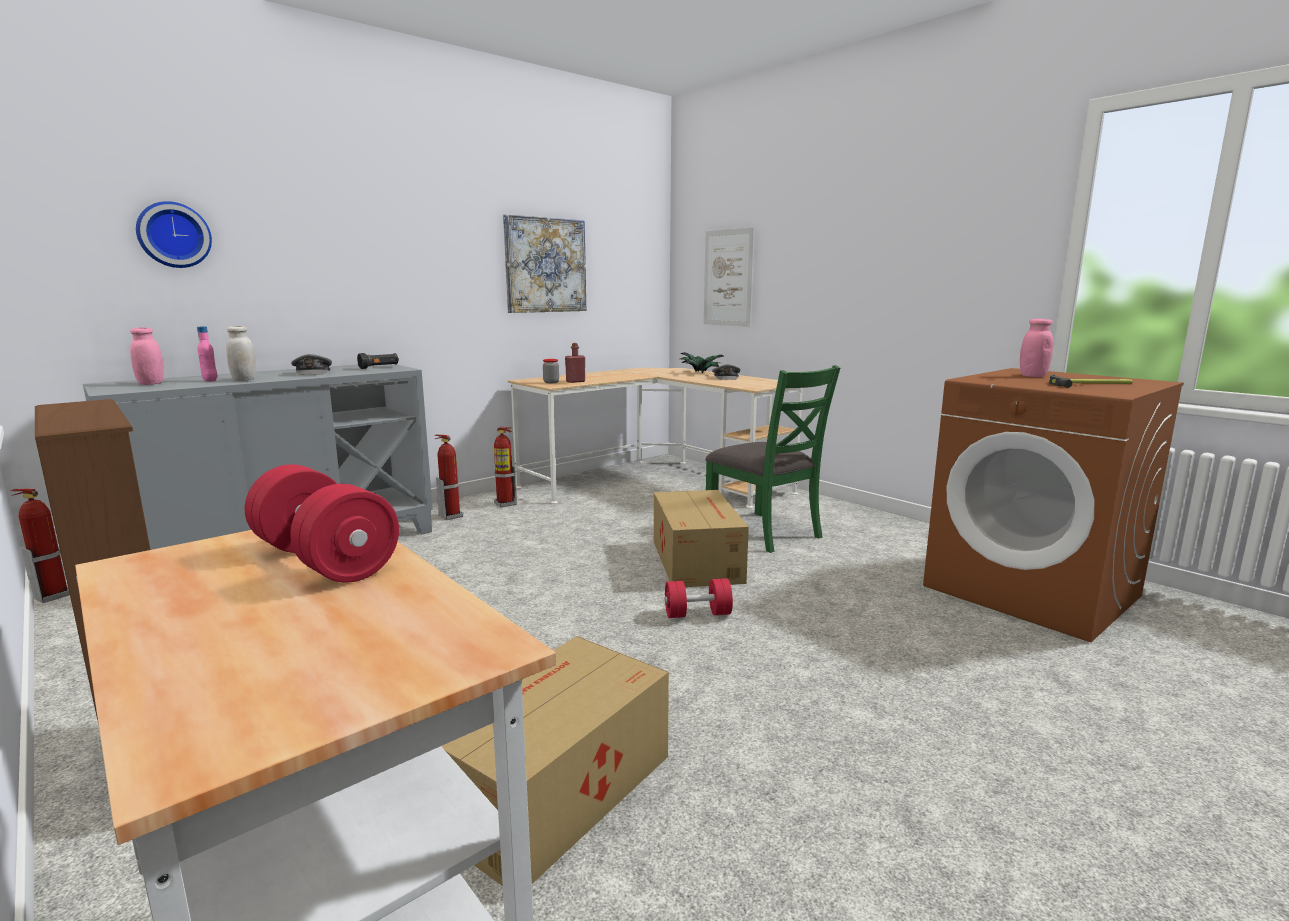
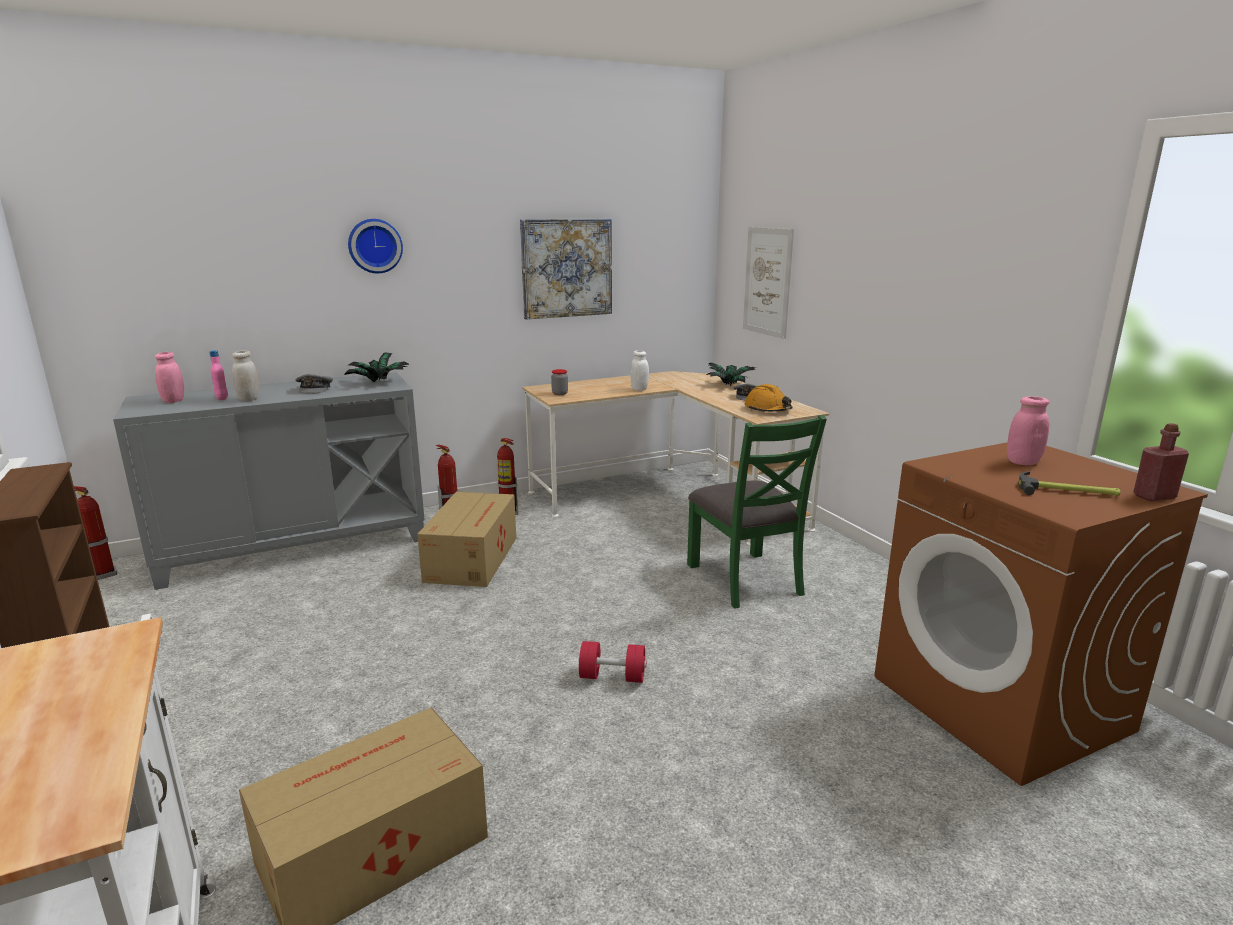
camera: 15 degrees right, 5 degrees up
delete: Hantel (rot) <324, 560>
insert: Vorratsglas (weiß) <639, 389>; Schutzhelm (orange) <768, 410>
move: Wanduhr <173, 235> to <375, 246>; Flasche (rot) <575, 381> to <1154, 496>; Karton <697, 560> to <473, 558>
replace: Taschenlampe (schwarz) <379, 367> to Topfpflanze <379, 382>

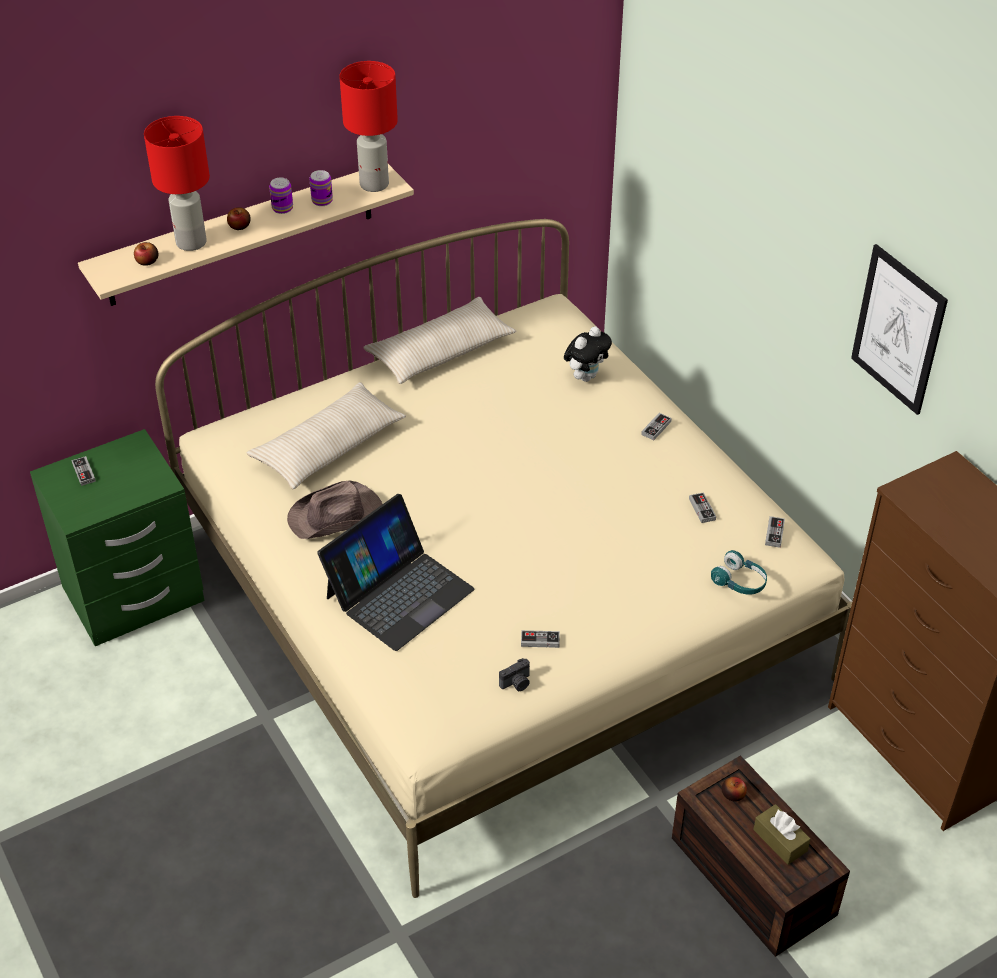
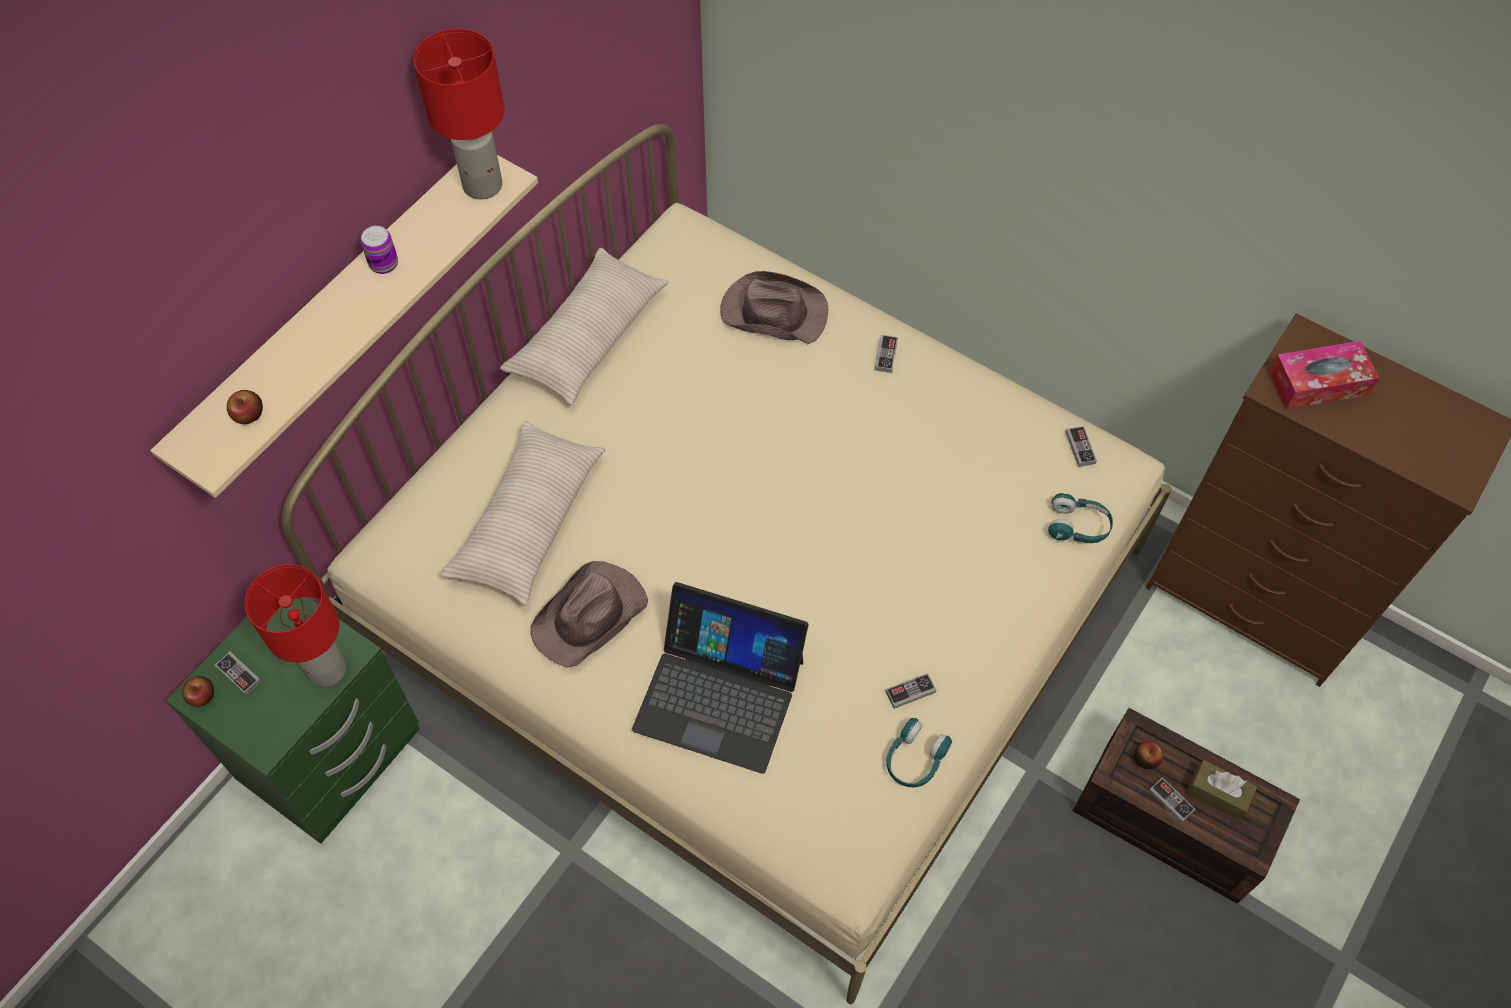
camera: 25 degrees left, 15 degrees up
delete: Dose <322, 201>; Bild <898, 329>
insert: Taschentuchbox <1318, 383>
move: Tischlampe (rot) <191, 243> to <327, 671>; Apfel <240, 226> to <202, 696>; Gamepad <702, 509> to <1170, 801>
replace: Kamera <517, 683> to Kopfhörer (türkis) <914, 759>; Plüschtier <586, 376> to Hut (braun) <773, 312>
rotate: Laptop <398, 592> = <720, 693> 90 degrees clockwise

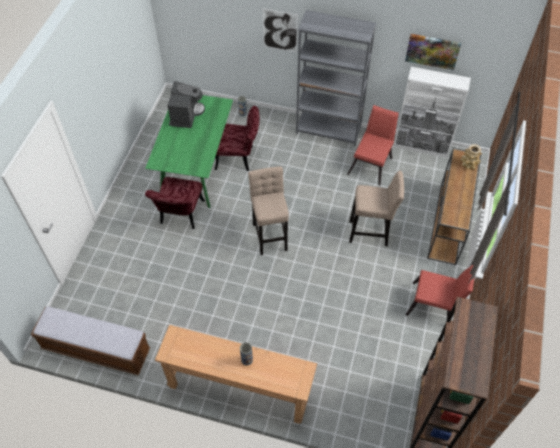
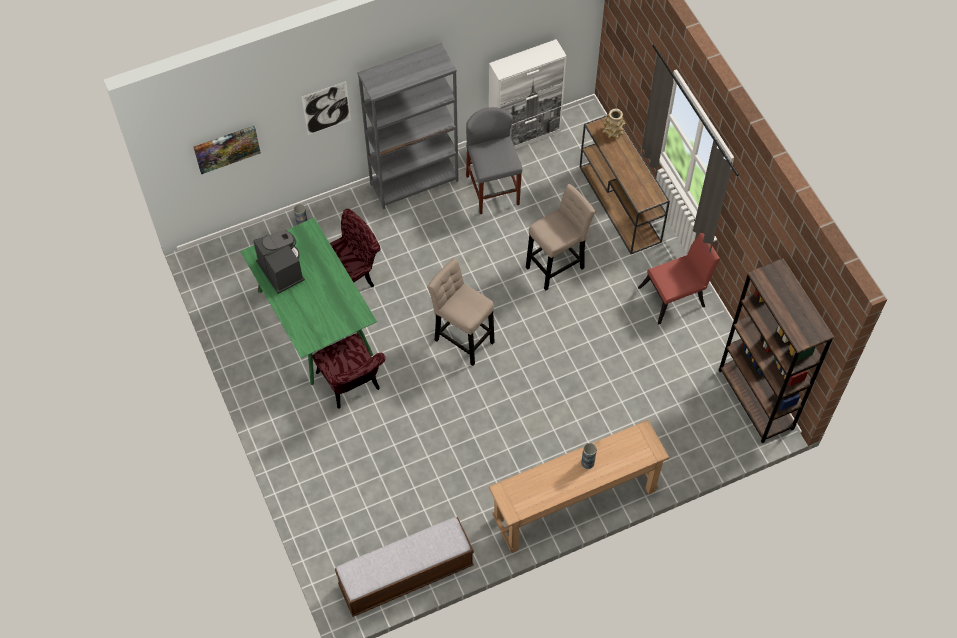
camera: 40 degrees left, 5 degrees up
move: Bild <432, 51> to <226, 148>
replace: Stuhl (rot) <371, 164> to Hocker (grau) <492, 190>

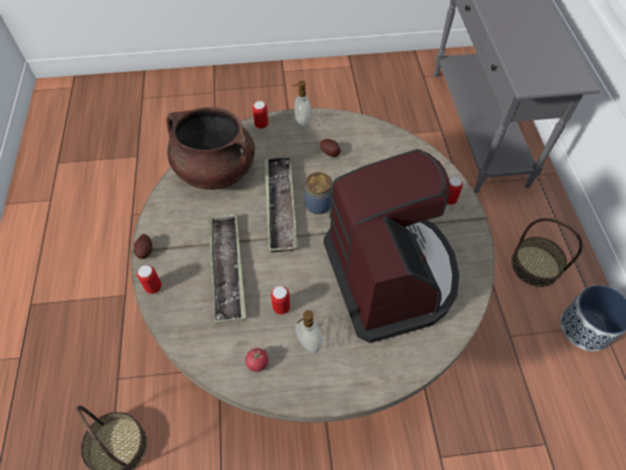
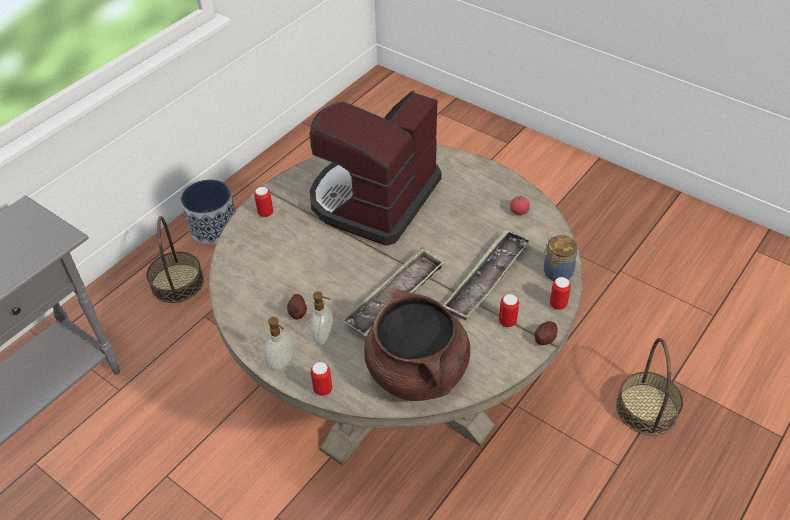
camera: 135 degrees left, 10 degrees down
move: Dose <281, 307> to <507, 321>; Seifenspender <307, 342> to <324, 337>; Vorratsglas <320, 205> to <556, 271>

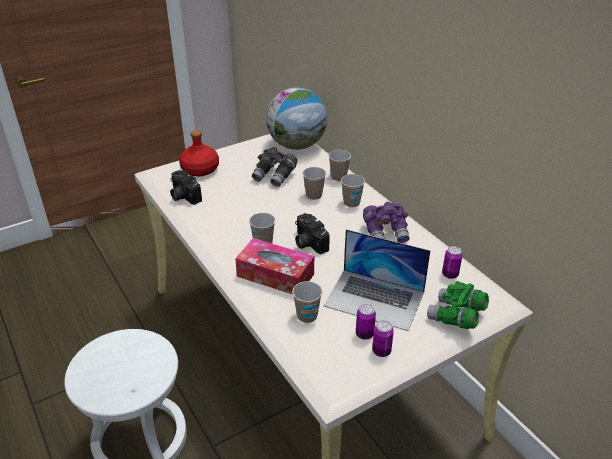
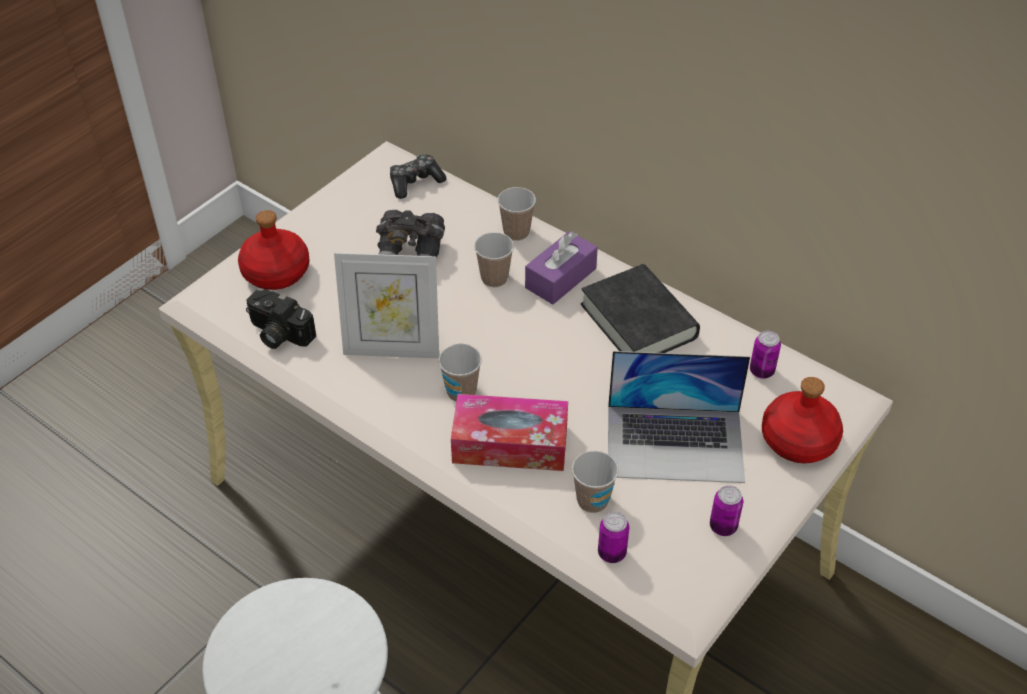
camera: 20 degrees left, 10 degrees up
delete: Kamera <308, 242>
insert: Bilderrahmen <392, 349>
move: Dose <364, 334> to <612, 553>
replace: Globus <297, 145> to Gamepad <415, 182>; Tasse <351, 203> to Taschentuchbox (lila) <560, 278>; Fernglas (lila) <386, 233> to Buch (schwarz) <638, 321>; Fernglas (grün) <456, 317> to Flasche (rot) <799, 441>

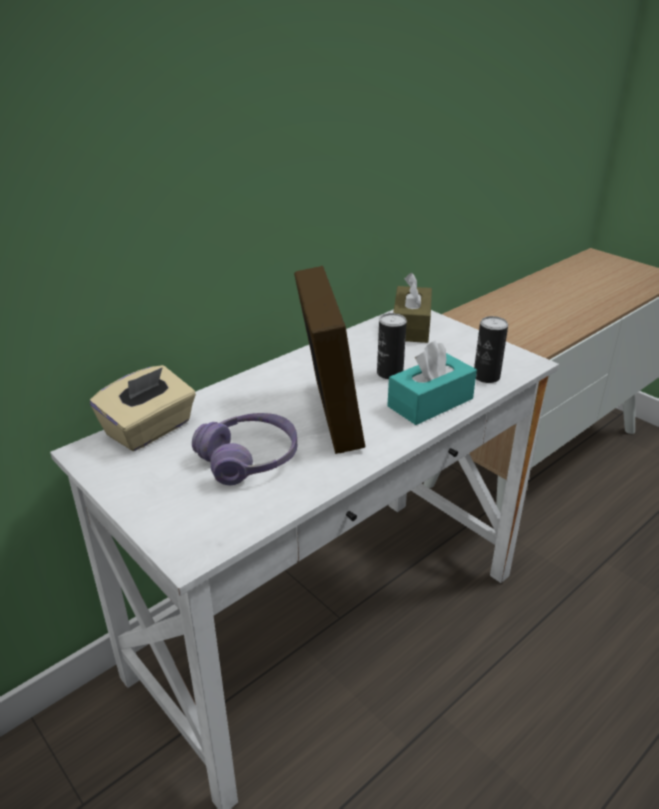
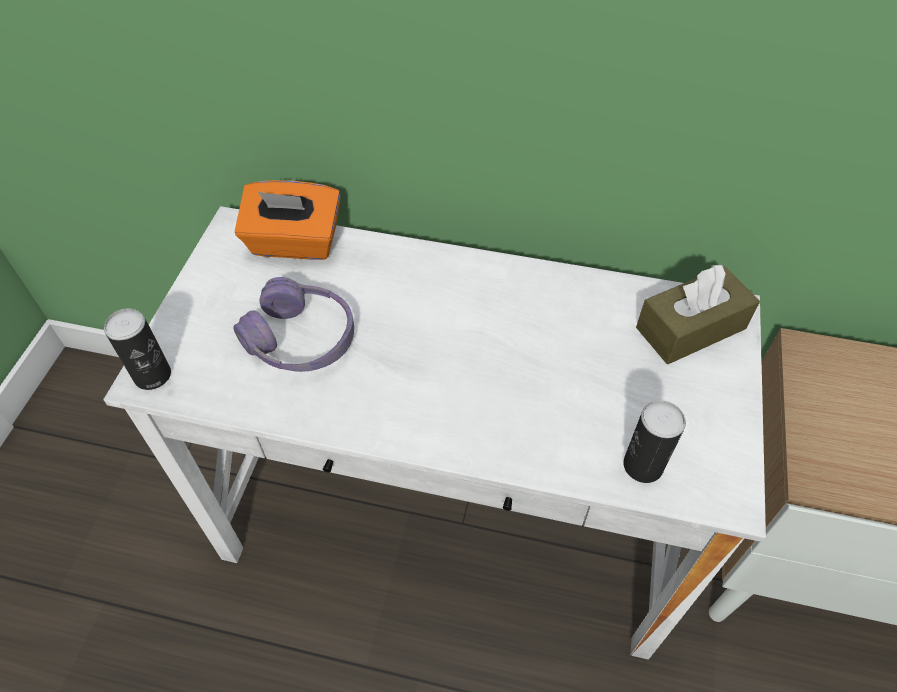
camera: 55 degrees right, 20 degrees up
delete: Bilderrahmen <329, 415>; Taschentuchbox (türkis) <430, 402>
move: Dose <390, 373> to <152, 375>
recolor: Taschentuchbox (beige) <150, 430> to Taschentuchbox (orange) <294, 243>

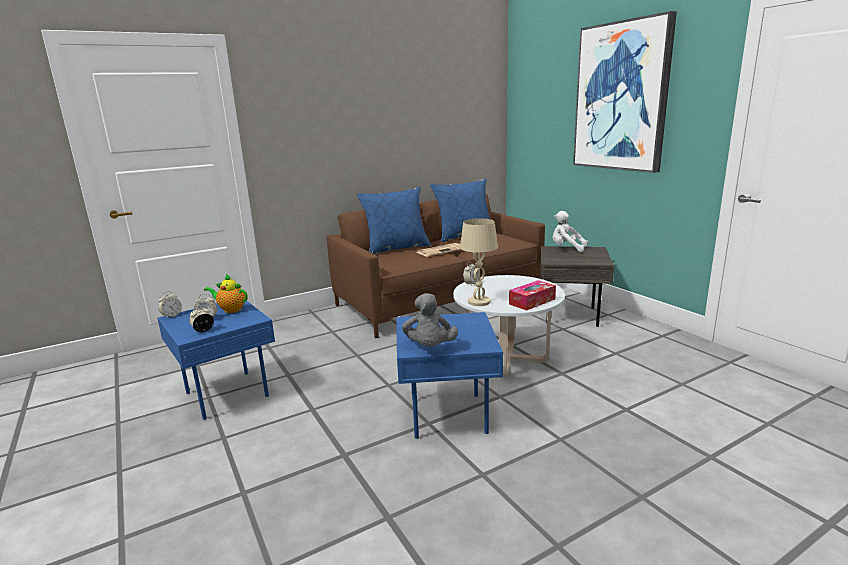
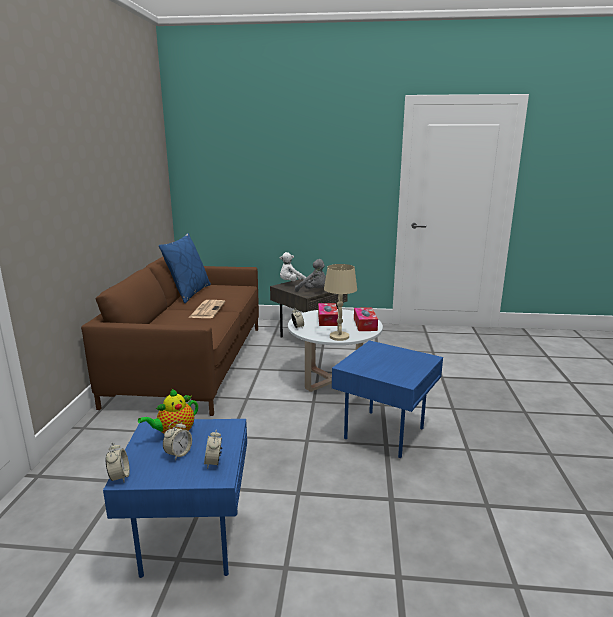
camera: 55 degrees left, 0 degrees up
delete: Kissen (blau) <396, 248>; Bild <621, 97>
insert: Taschentuchbox <327, 319>
move: Plüschtier (grau) <429, 348> to <314, 291>

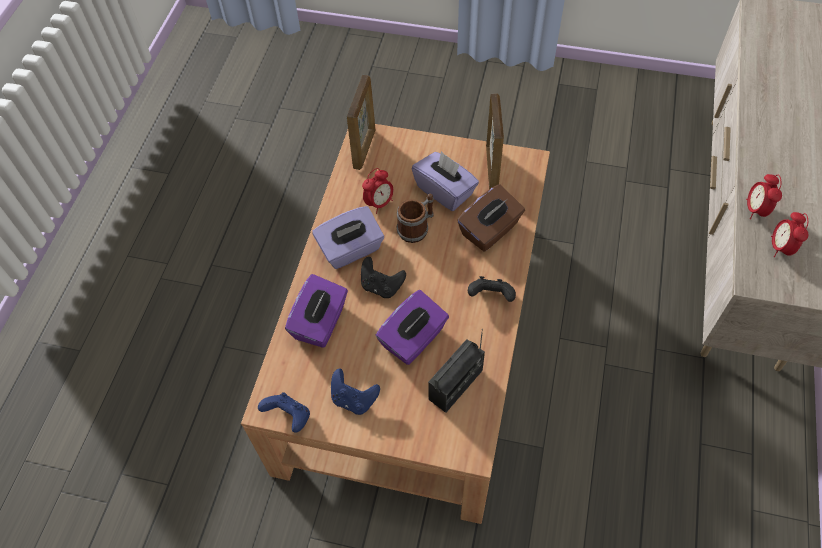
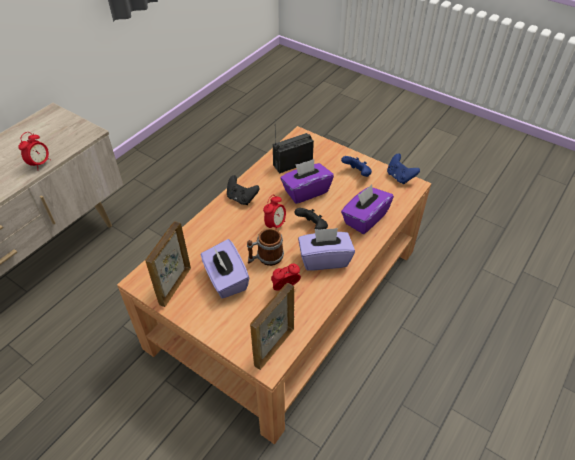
camera: 160 degrees left, 10 degrees down
delete: Taschentuchbox (braun) <490, 230>
move: Wecker <780, 248> to <275, 225>

